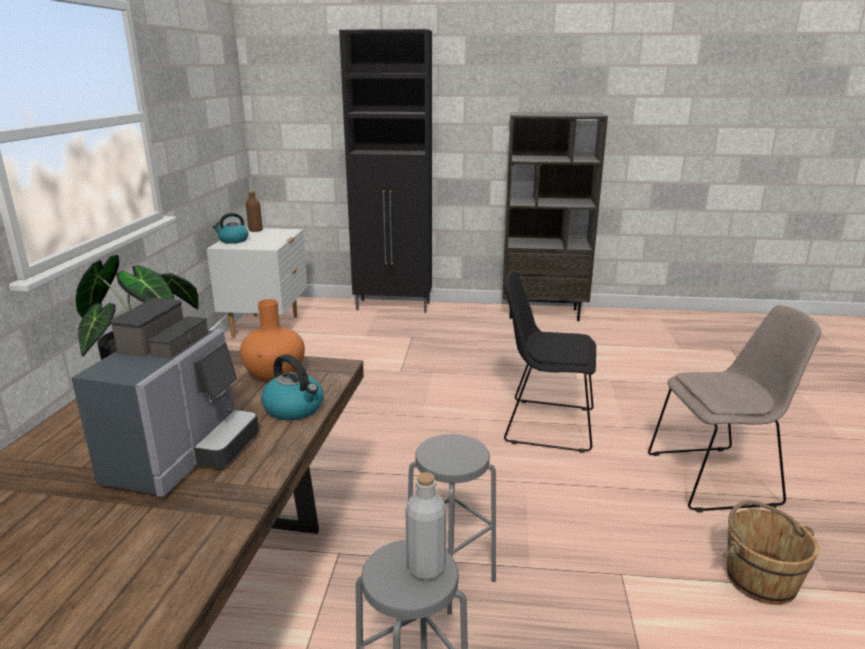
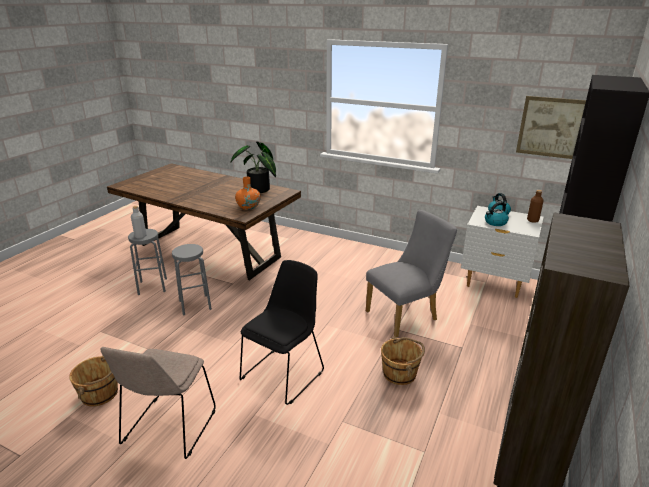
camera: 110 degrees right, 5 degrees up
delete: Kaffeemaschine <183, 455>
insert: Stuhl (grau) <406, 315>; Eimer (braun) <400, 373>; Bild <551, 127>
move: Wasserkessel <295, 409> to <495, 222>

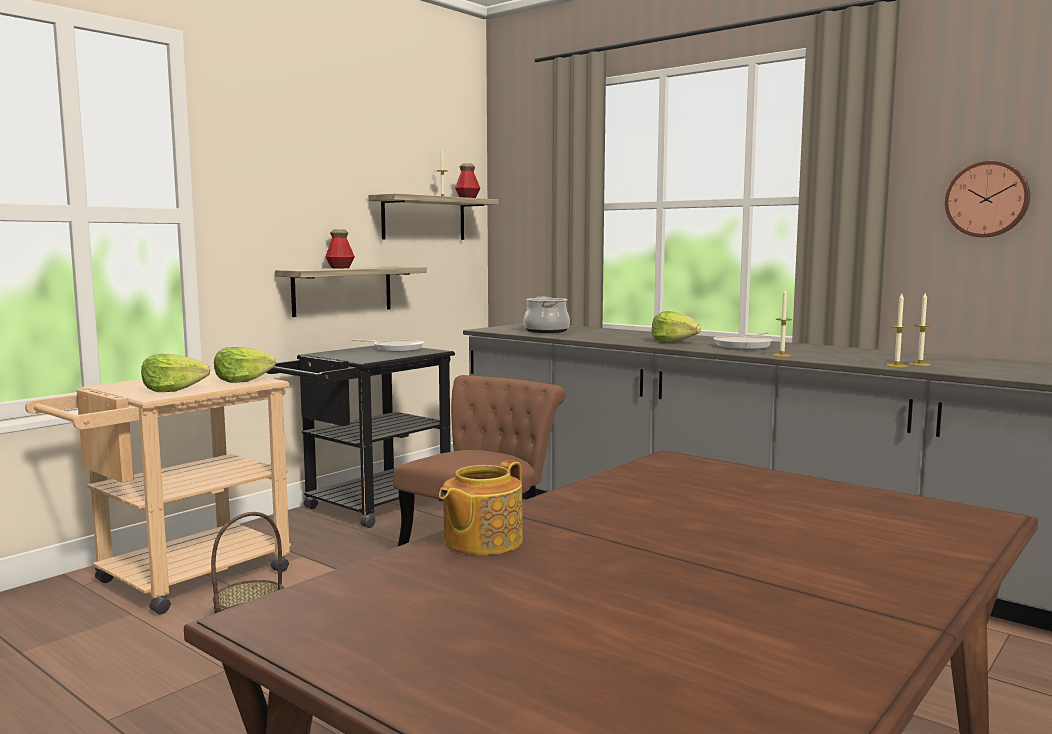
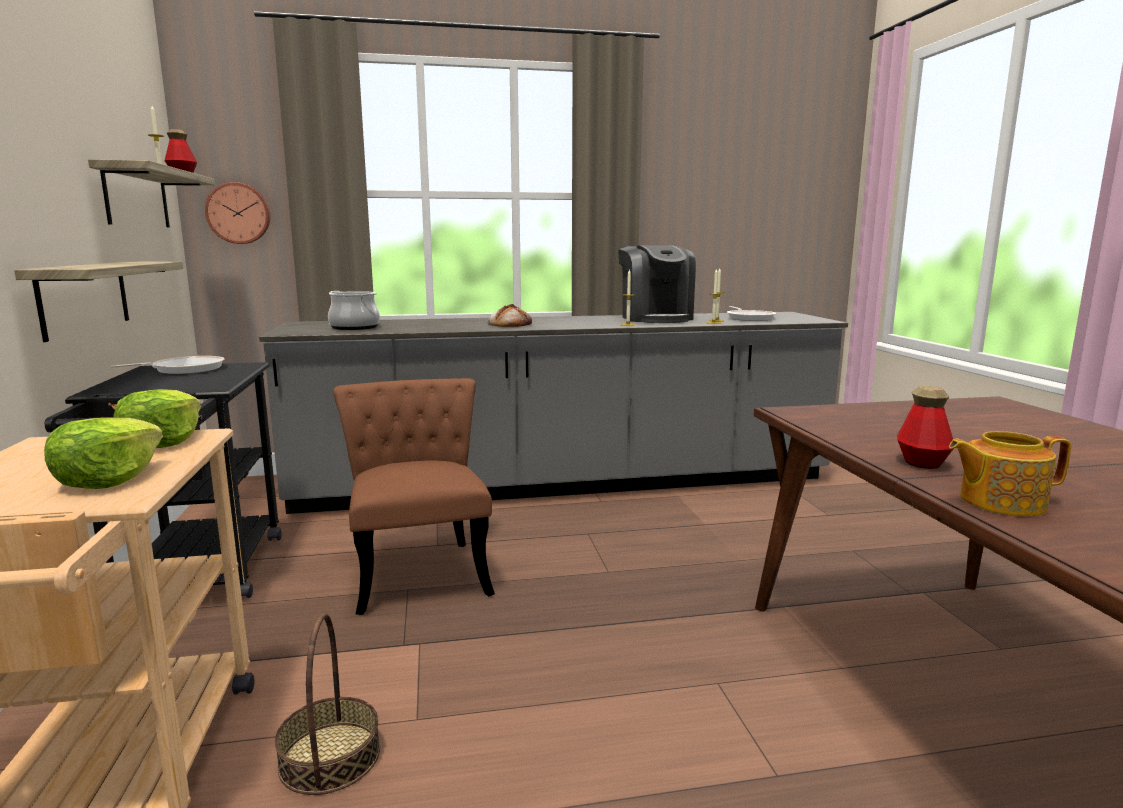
camera: 50 degrees left, 5 degrees up
insert: Kaffeemaschine <655, 318>
move: Flasche <340, 268> to <922, 463>; Pfanne <745, 346> to <749, 318>; Wanduhr <987, 199> to <239, 213>
replace: Salatkopf <674, 341> to Brot <509, 324>
rotate: Teekanne <481, 541> = <999, 502> 105 degrees clockwise

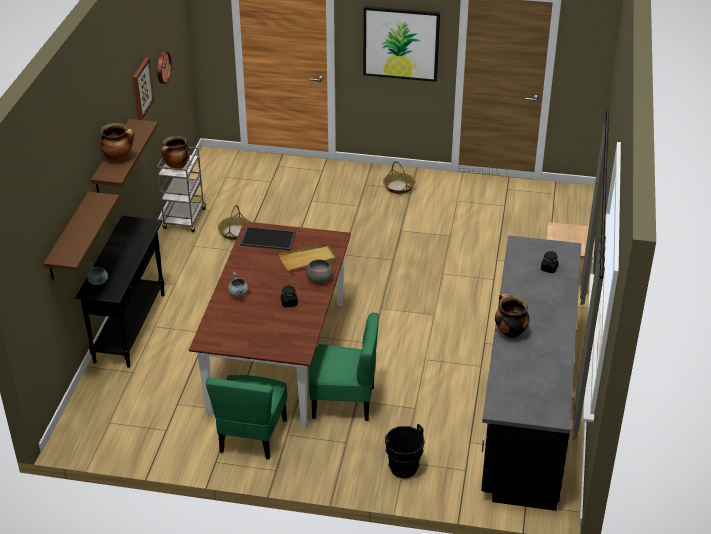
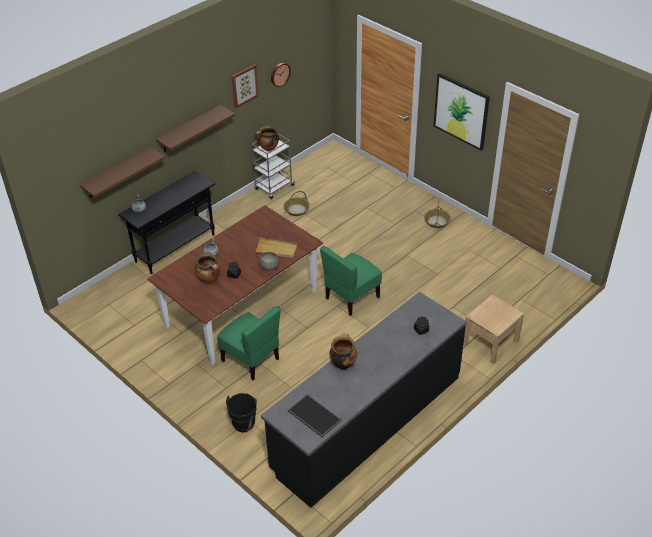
camera: 35 degrees right, 5 degrees up
move: Kochtopf <119, 158> to <209, 280>; Stuhl (grün) <252, 436> to <351, 297>; Tablett <267, 239> to <313, 416>

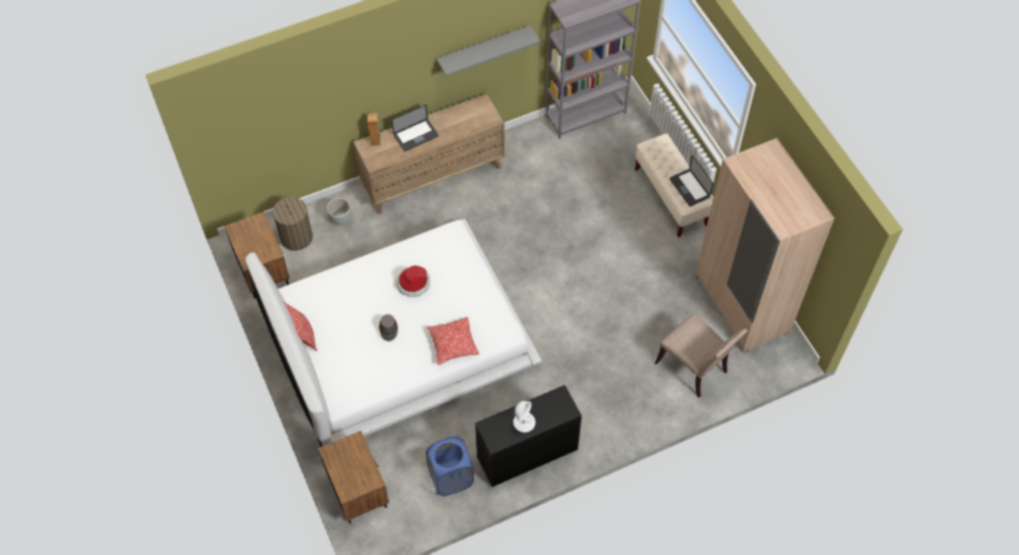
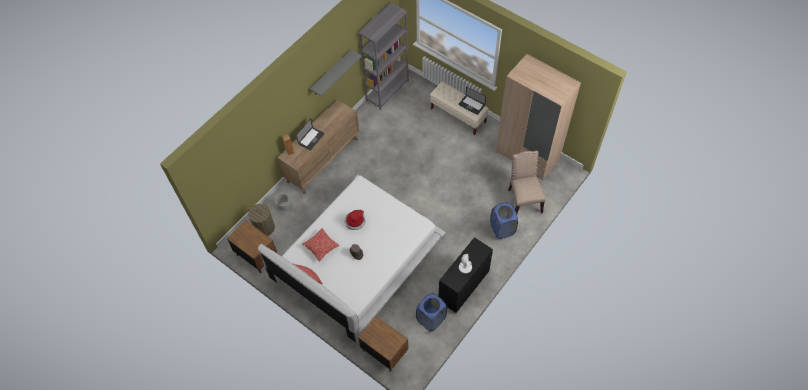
camera: 25 degrees left, 0 degrees up
insert: Wäschekorb (blau) <502, 229>
move: Kissen <453, 344> to <321, 247>
rotate: Stuhl (beige) <694, 368> = <523, 199> 120 degrees counterclockwise

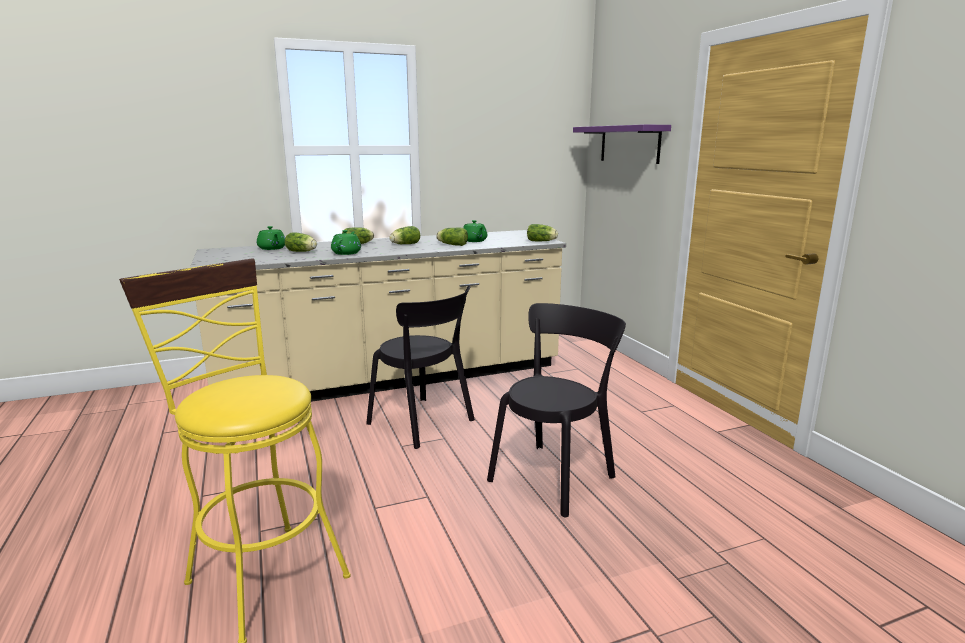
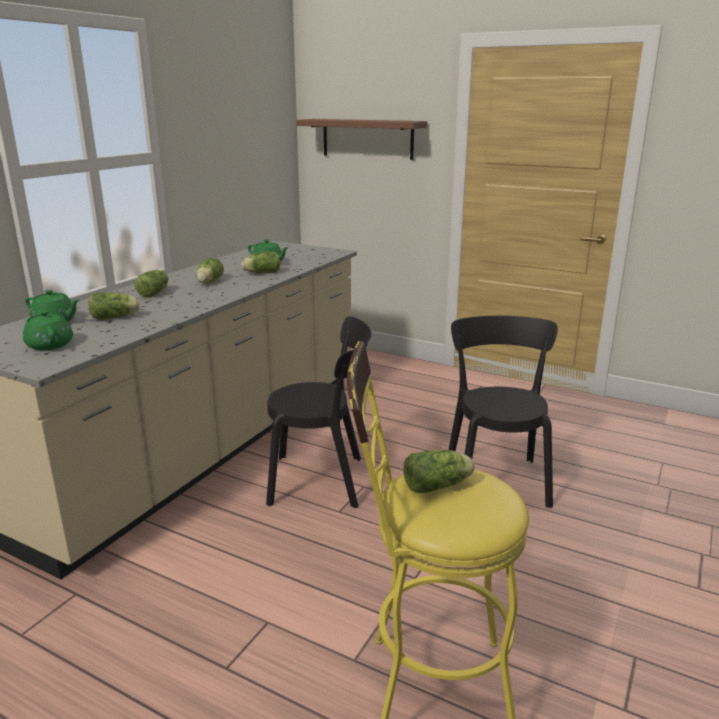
camera: 40 degrees left, 5 degrees up
move: Teekanne (grün) <347, 253> to <49, 344>; Salatkopf <542, 241> to <439, 486>
recolor: Wandregal (lila) <629, 144> to Wandregal (braun) <367, 138>

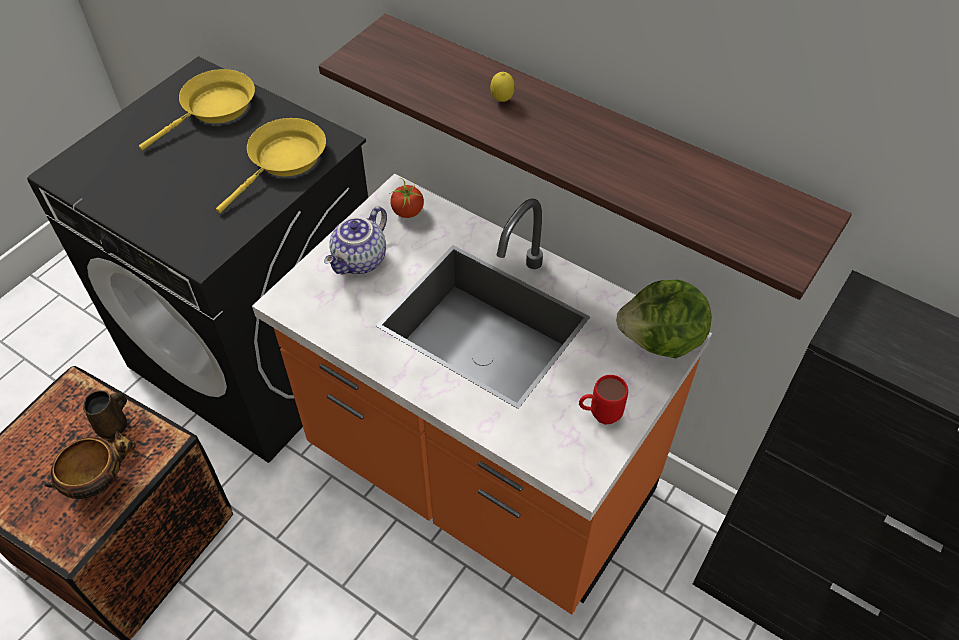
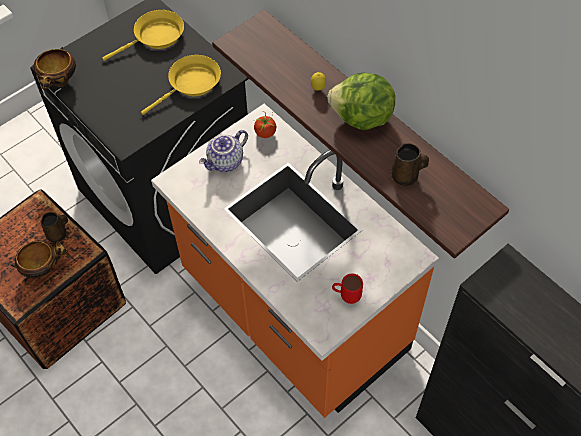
camera: 15 degrees right, 5 degrees up
insert: Schüssel <60, 82>; Henkelbecher (braun) <406, 177>
move: Salatkopf <661, 341> to <361, 119>

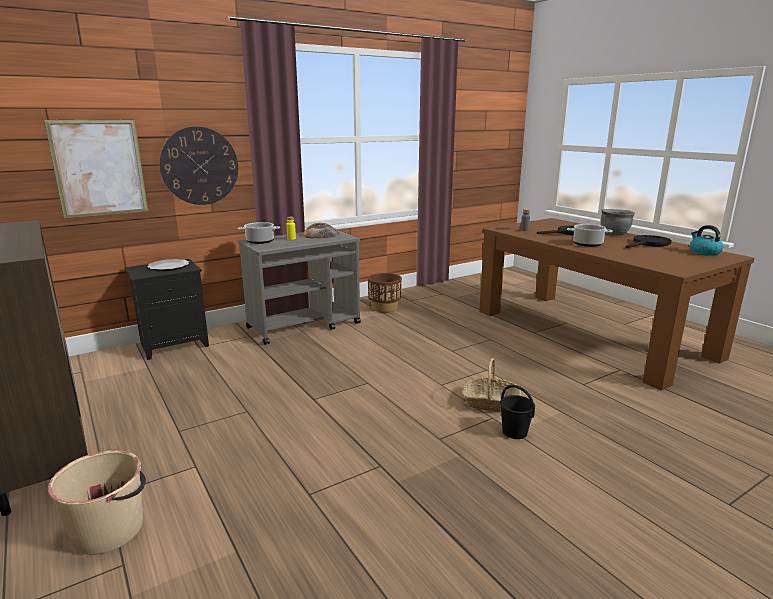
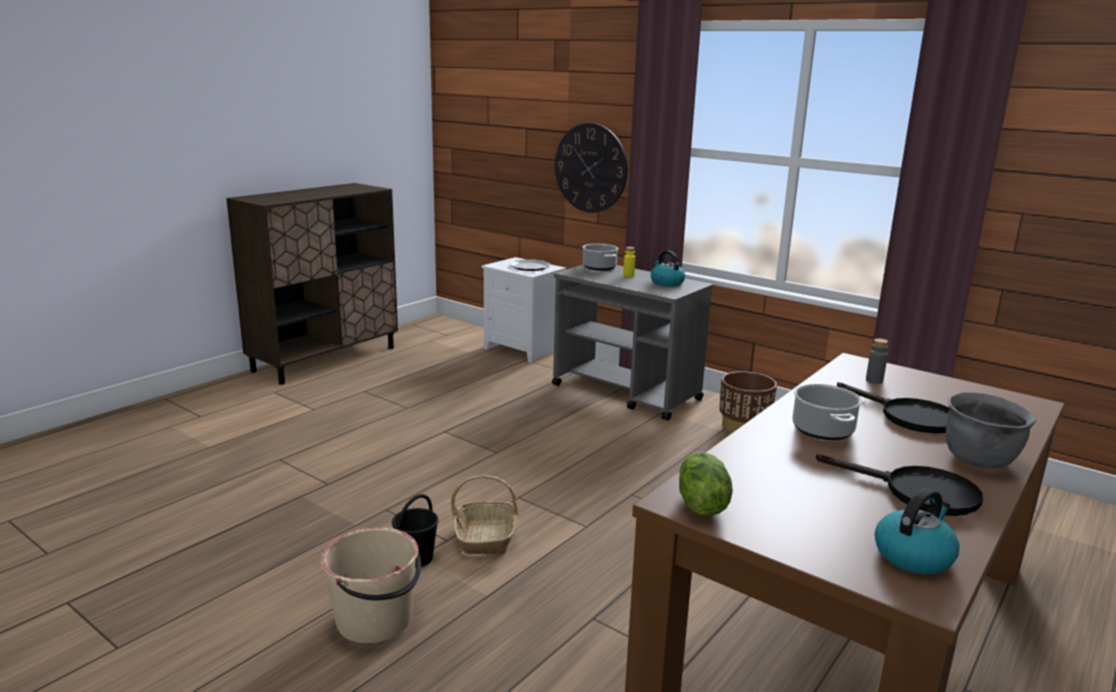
camera: 70 degrees right, 0 degrees up
delete: Bild <99, 168>
insert: Salatkopf <700, 504>
move: Eimer (beige) <109, 530> to <375, 620>
replace: Brot <320, 234> to Wasserkessel <666, 283>
recolor: Nachttisch (schwarz) <174, 344> to Nachttisch (weiß) <524, 349>

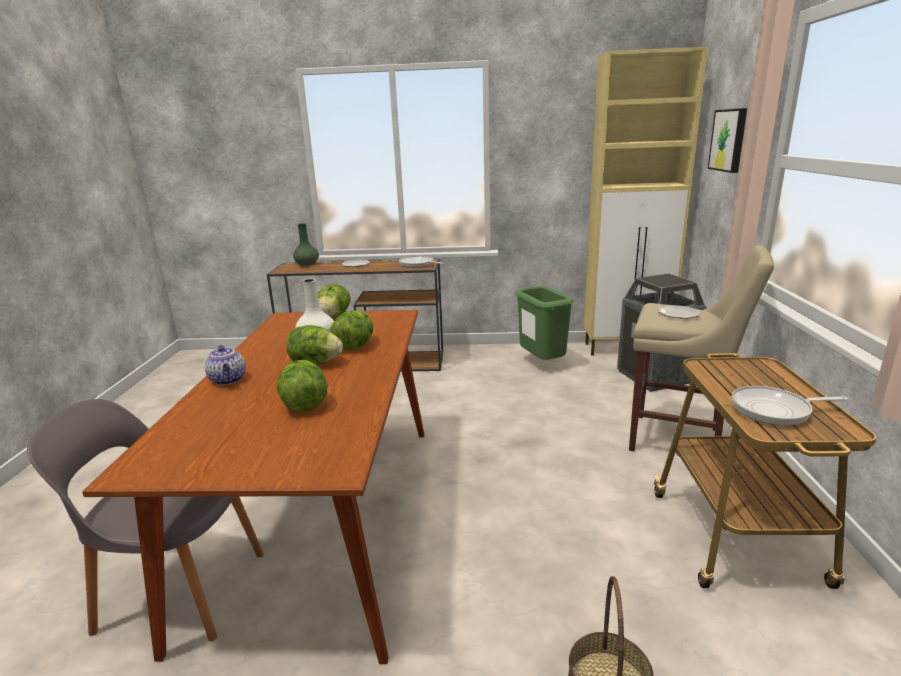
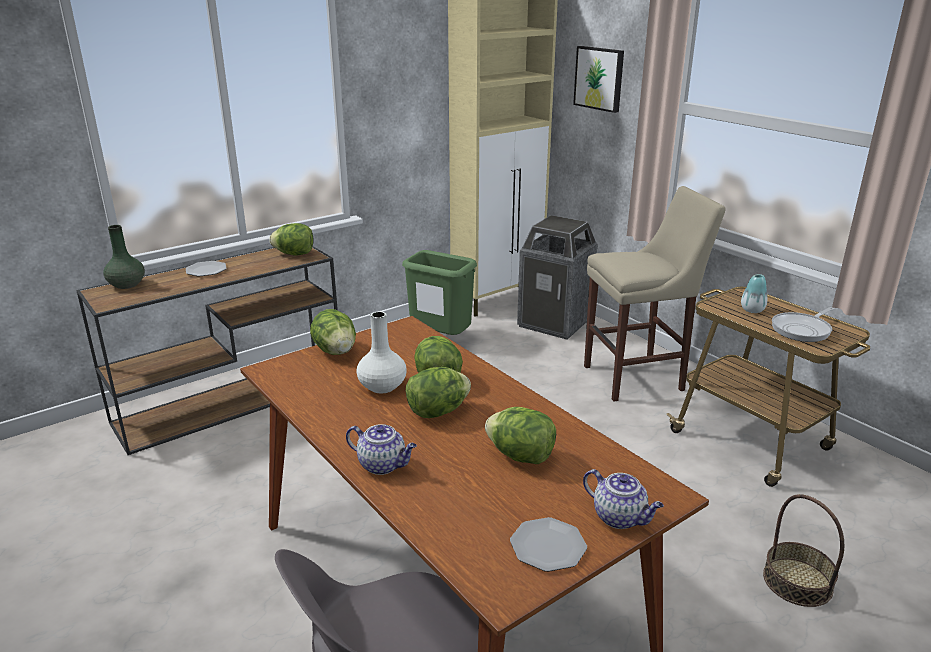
camera: 40 degrees left, 5 degrees up
insert: Teekanne <620, 518>; Vase <752, 310>
move: Teller <678, 313> to <548, 546>
replace: Pfanne <418, 264> to Salatkopf <294, 254>

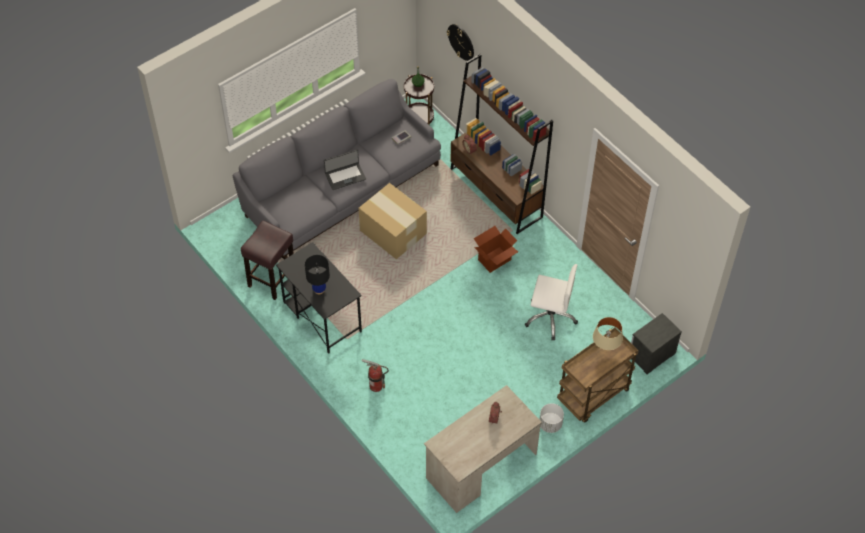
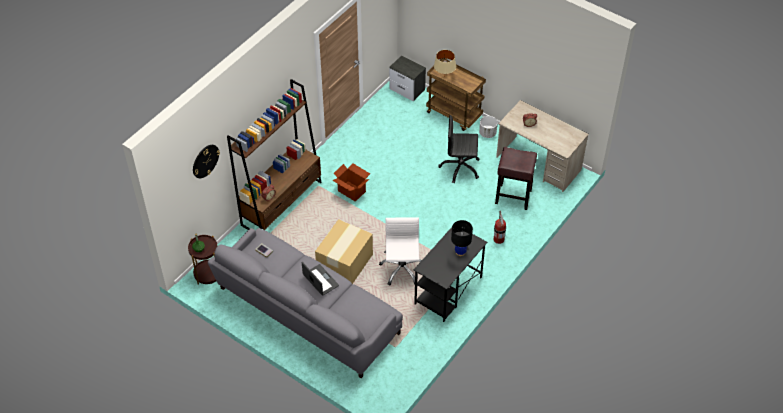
camera: 105 degrees left, 5 degrees down
insert: Bürostuhl (schwarz) <460, 168>
move: Hocker (braun) <272, 279> to <512, 197>; Bürostuhl (weiß) <550, 317> to <401, 269>

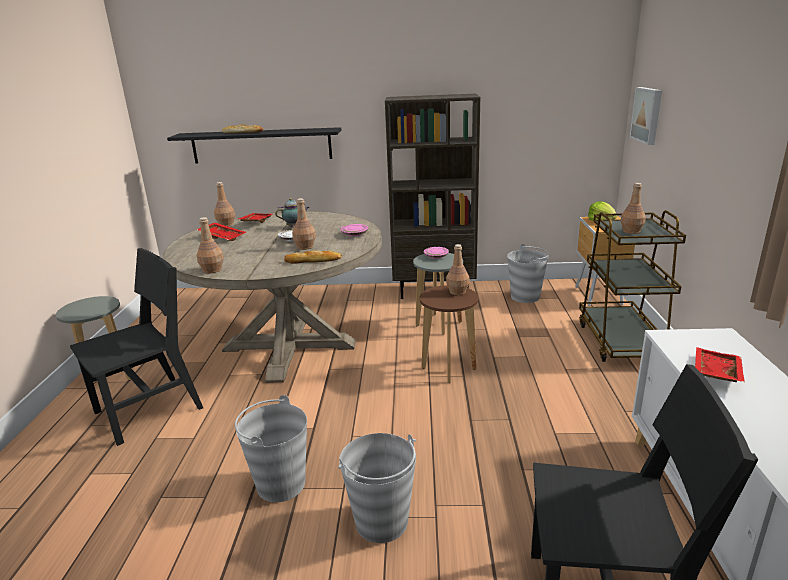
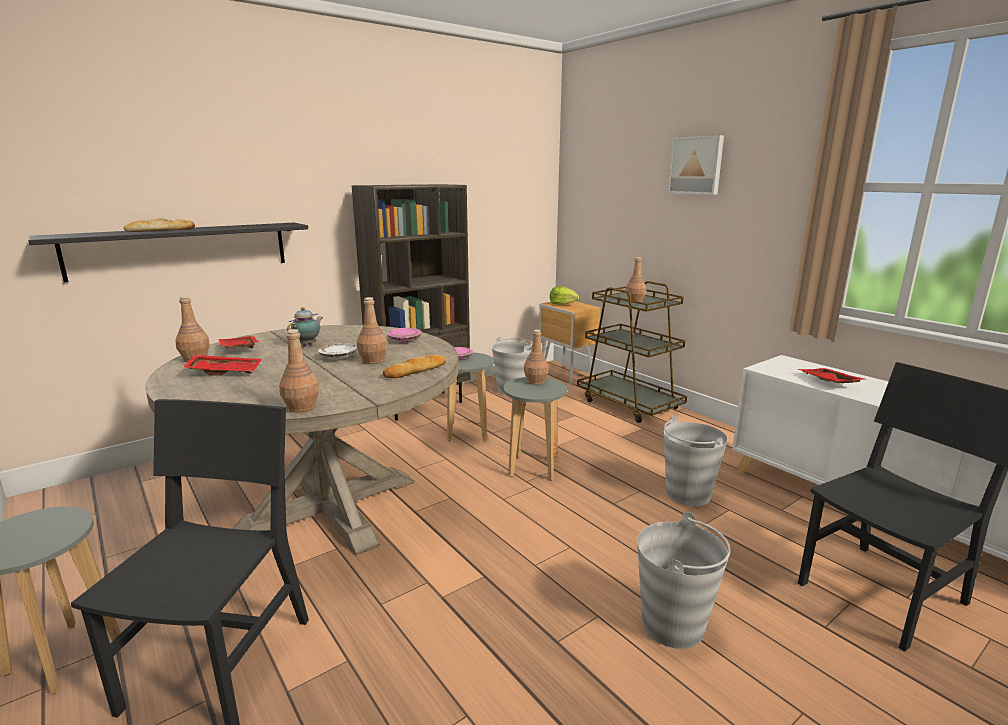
camera: 40 degrees left, 5 degrees down
move: Eimer (grau) <280, 484> to <687, 494>; Bild <648, 115> to <696, 165>
recolor: Hocker (braun) <449, 368> to Hocker (grau) <534, 468>

